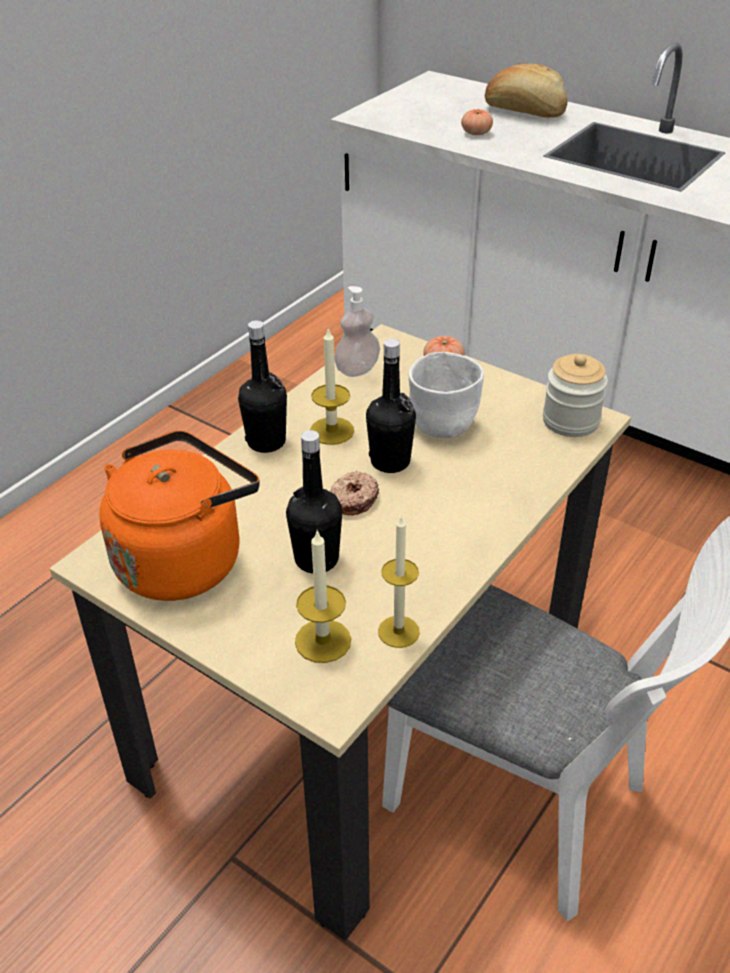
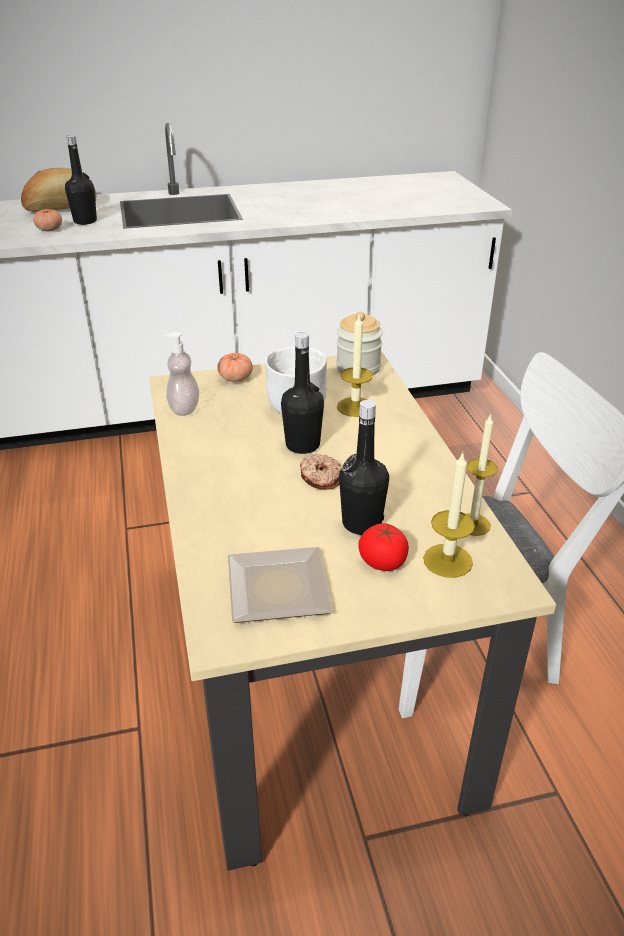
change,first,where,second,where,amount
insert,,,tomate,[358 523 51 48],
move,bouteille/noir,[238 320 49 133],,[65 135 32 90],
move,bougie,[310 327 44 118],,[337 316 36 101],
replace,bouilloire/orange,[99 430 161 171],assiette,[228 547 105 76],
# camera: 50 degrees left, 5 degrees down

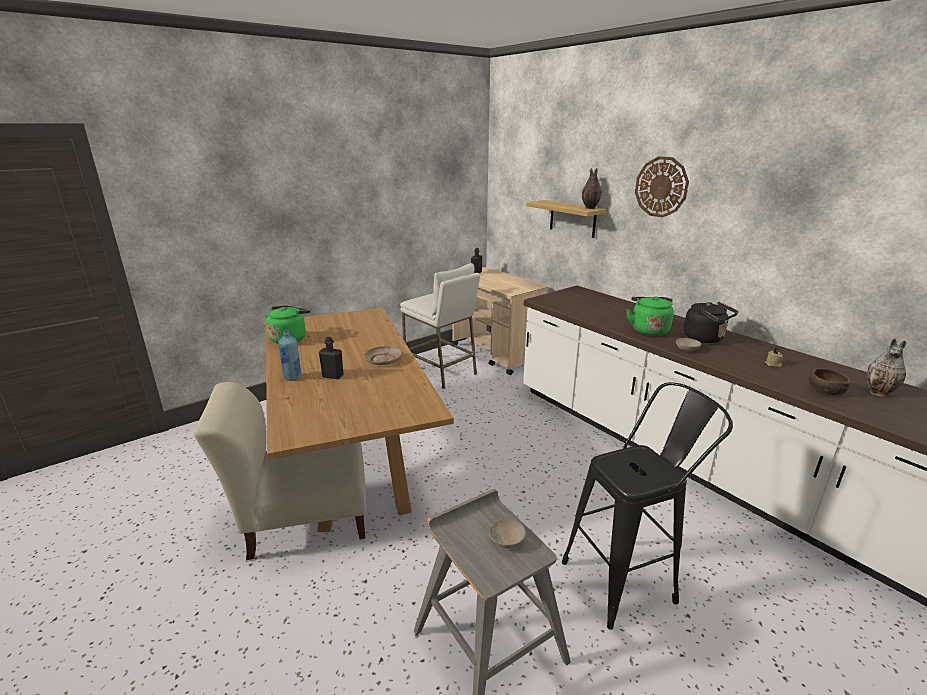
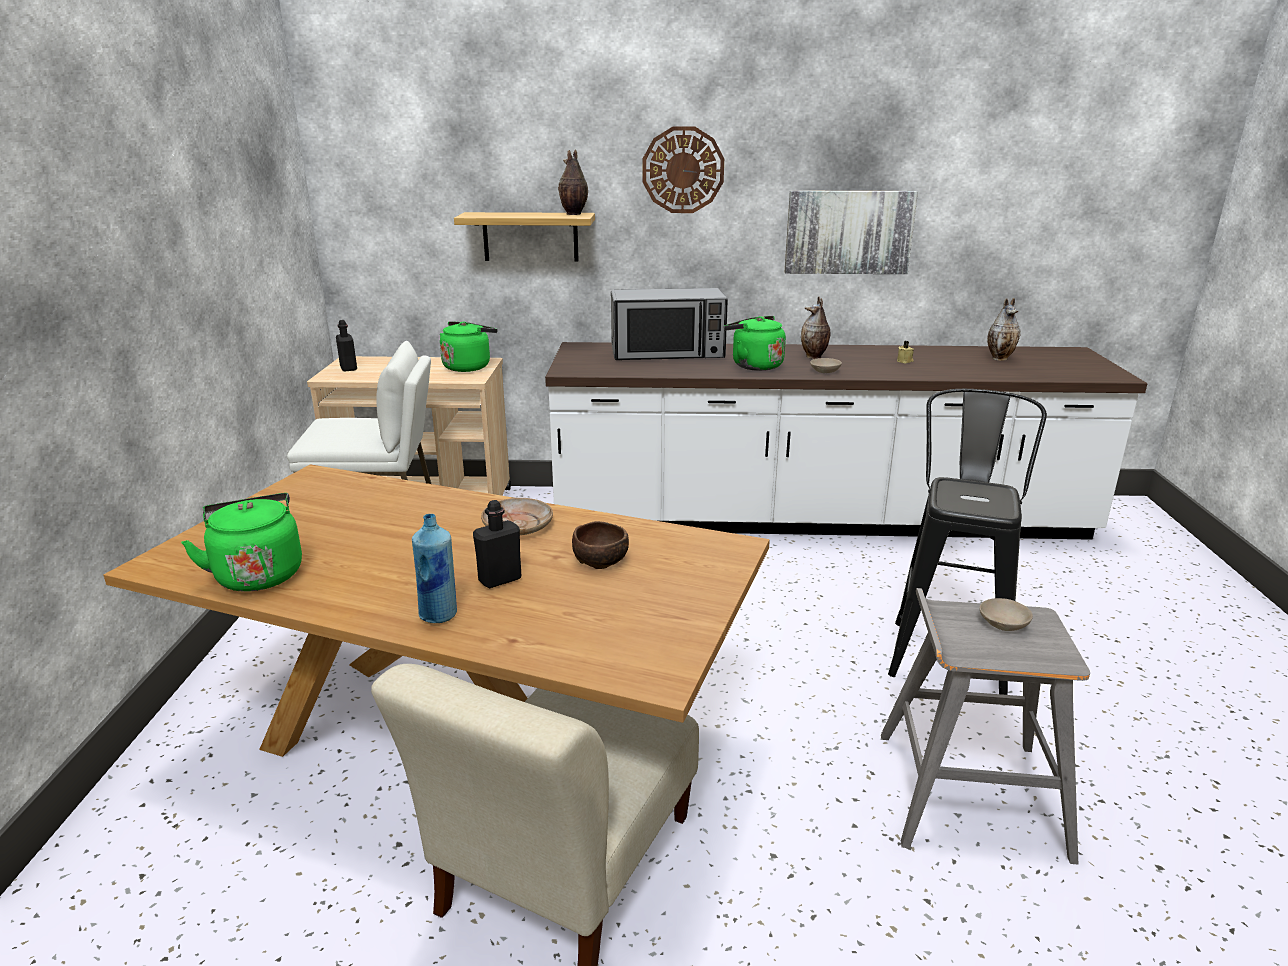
change,first,where,second,where,amount
insert,,,bouilloire/vert,[440 321 57 51],
insert,,,micro-ondes,[611 288 117 72],
insert,,,tableau,[785 191 133 83],
move,bol/marron,[809 368 41 28],,[572 521 57 48],
replace,bouilloire/noir,[684 302 54 41],vase,[801 296 29 63],
# camera: 50 degrees left, 0 degrees up

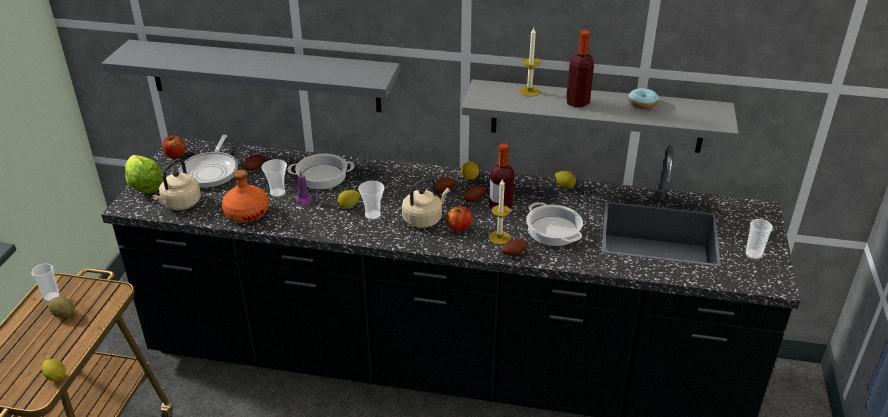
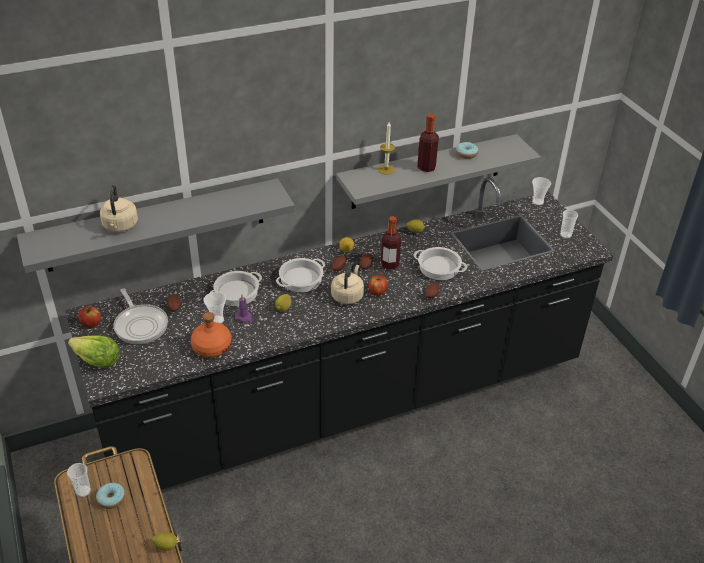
change,first,where,second,where,amount
delete,bougie,[489 178 22 66],,,
insert,,,marmite,[276 258 49 34],
move,bouilloire/beige,[152 159 49 51],,[100 185 38 47],
move,tasse,[358 181 27 39],,[532 177 19 28],
replace,pomme de terre,[48 297 27 21],beignet,[96 483 29 26],
# camera: 35 degrees left, 5 degrees up

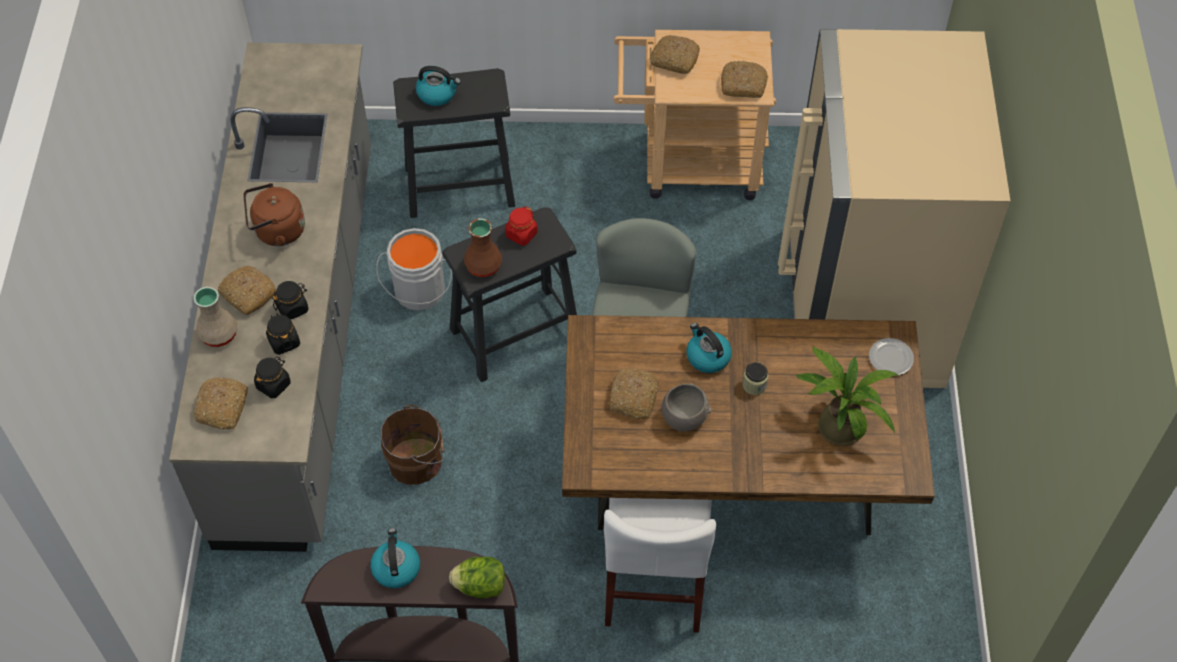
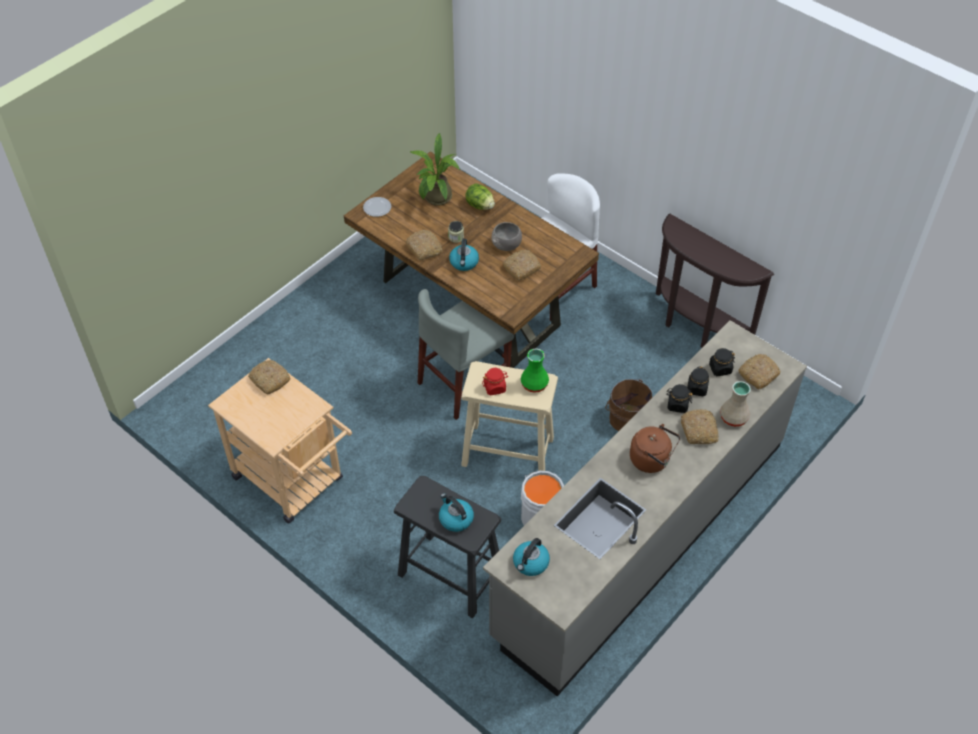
change,first,where,second,where,amount
delete,réfrigérateur/beige,[778 29 232 359],,,
move,bouilloire,[370 528 50 60],,[513 538 37 38],
move,laitue,[449 557 56 42],,[465 184 30 26],
move,pain,[650 35 50 39],,[406 230 37 30],
recolor,tabouret/noir,[442 207 135 175],tabouret/beige,[461 361 97 110],
recolor,vase/marron,[464 218 38 59],vase/vert,[521 348 28 45],
# camera: 140 degrees left, 5 degrees down

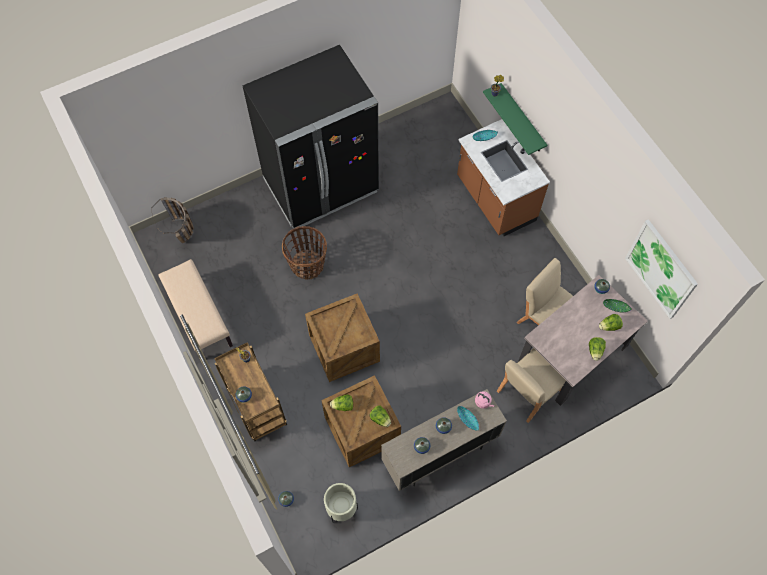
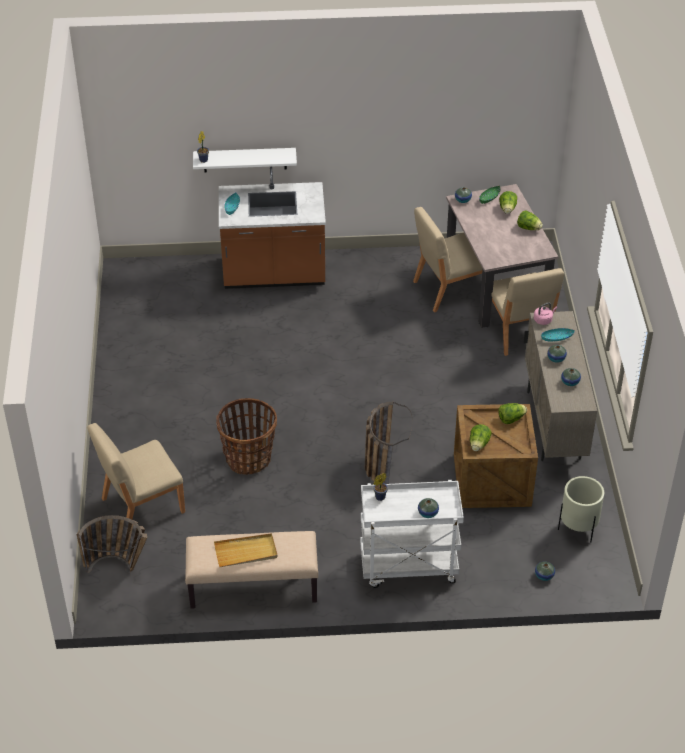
change,first,where,second,where,amount
delete,réfrigérateur/noir,[243 45 136 184],,,
delete,tableau,[625 219 73 100],,,
insert,,,chaise/beige,[87 423 98 97],
insert,,,plateau/beige,[214 533 64 34],
replace,caisse,[305 293 75 89],panier,[365 402 47 82],
recolor,chariot/marron,[214 342 73 100],chariot/blanc,[360 480 104 108],
recolor,étagère/vert,[483 83 64 72],étagère/blanc,[193 148 104 24],
# camera: 65 degrees left, 20 degrees down

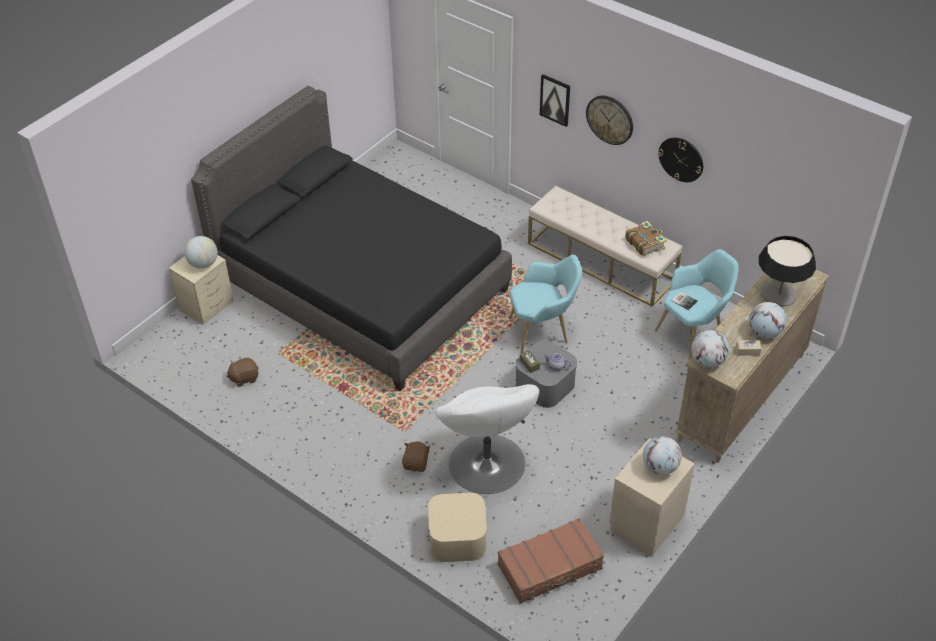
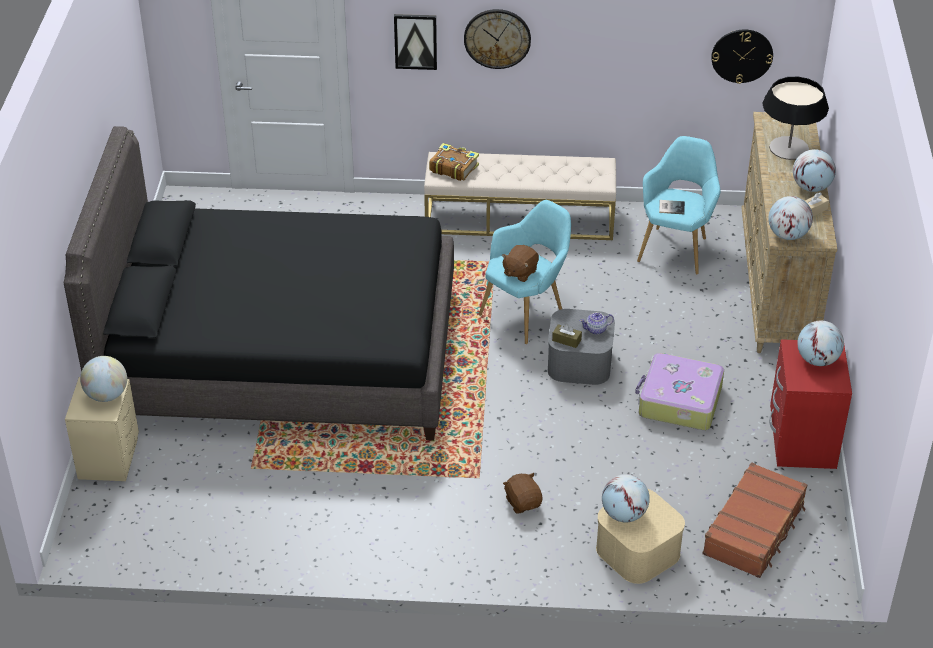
change,first,where,second,where,amount
delete,fauteuil/blanc,[435 384 104 110],,,
insert,,,globe,[602 474 48 48],
insert,,,valise,[635 353 89 77],
move,peluche/marron,[226 357 32 30],,[502 245 37 37],
move,livre,[625 221 42 35],,[429 143 50 38],
move,horloge murale,[658 137 45 45],,[711 30 62 54],
recolor,table de chevet/beige,[609 438 86 118],table de chevet/rouge,[769 339 83 130],
# camera: 35 degrees left, 5 degrees down

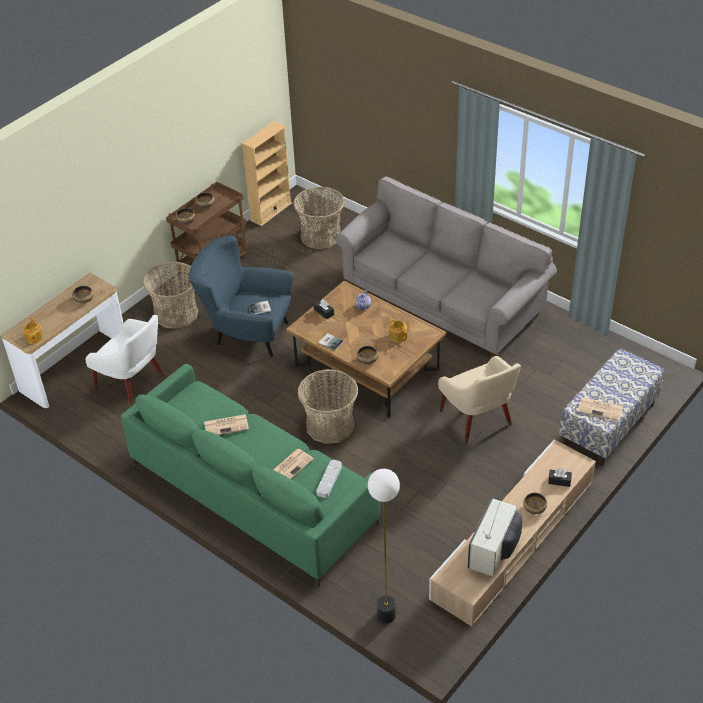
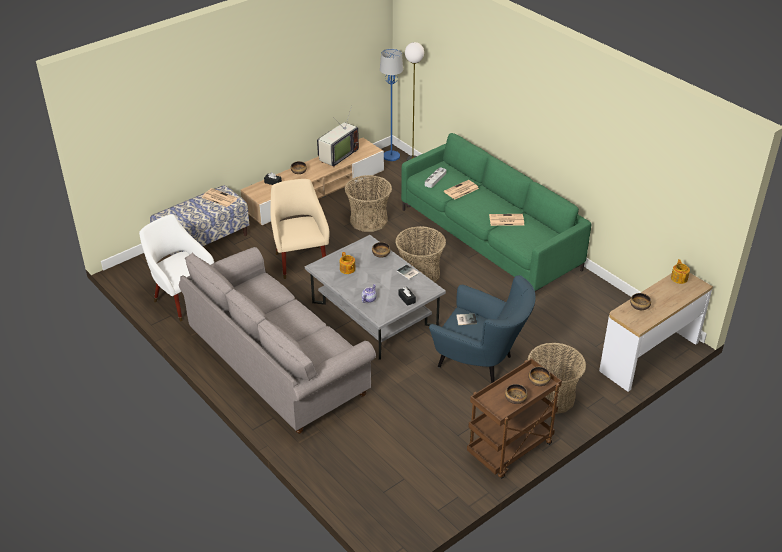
change,first,where,second,where,amount
delete,bibliothèque/beige,[241 121 51 105],,,
insert,,,lampadaire/bleu,[380 49 23 112],
move,fauteuil/blanc,[86 315 79 92],,[139 214 75 108],
move,panier,[293 187 52 62],,[345 175 47 57],
recolor,table basse/marron,[286 281 160 137],table basse/gris,[305 235 141 125],
# camera: 170 degrees left, 5 degrees down

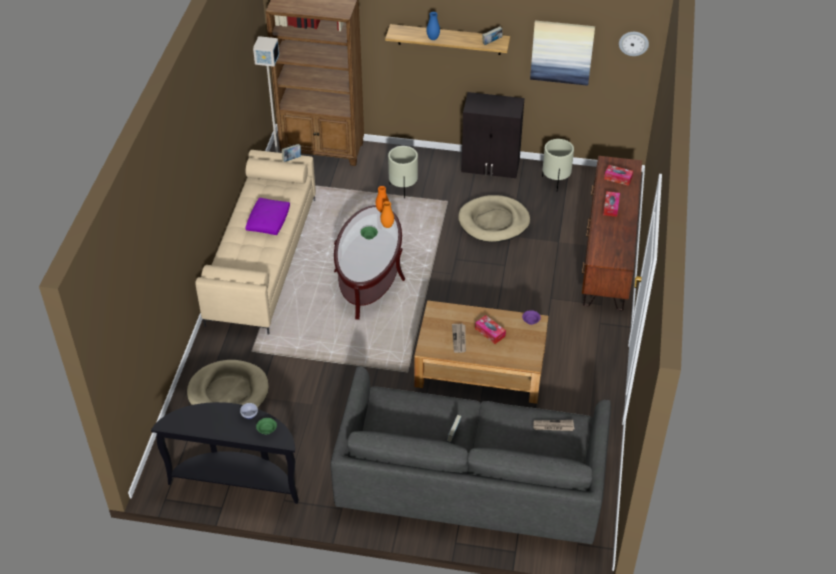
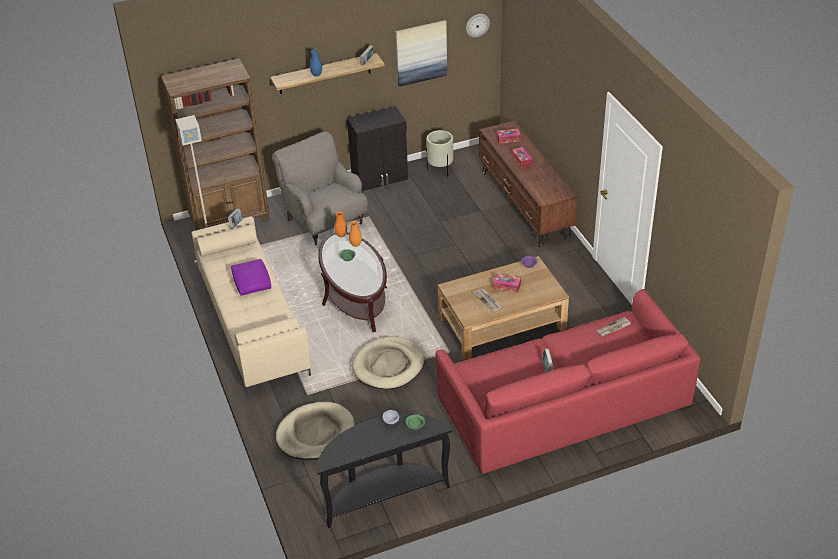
change,first,where,second,where,amount
move,panier pour chien/beige,[458 195 72 47],,[352 336 73 53],
replace,cache-pot/beige,[388 146 30 52],fauteuil/gris,[272 131 96 114],
recolor,canapé/gris,[330 366 281 178],canapé/rouge,[436 289 265 185],
# camera: 30 degrees left, 5 degrees down

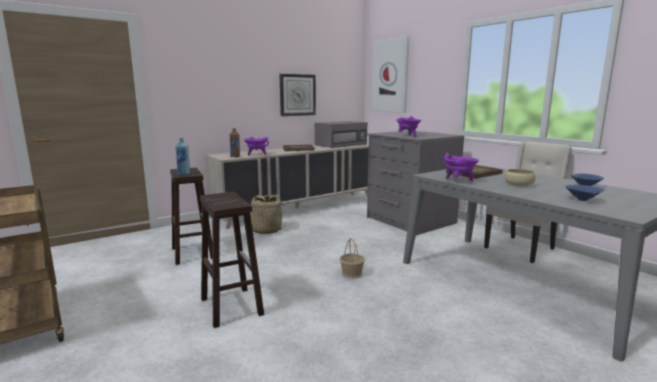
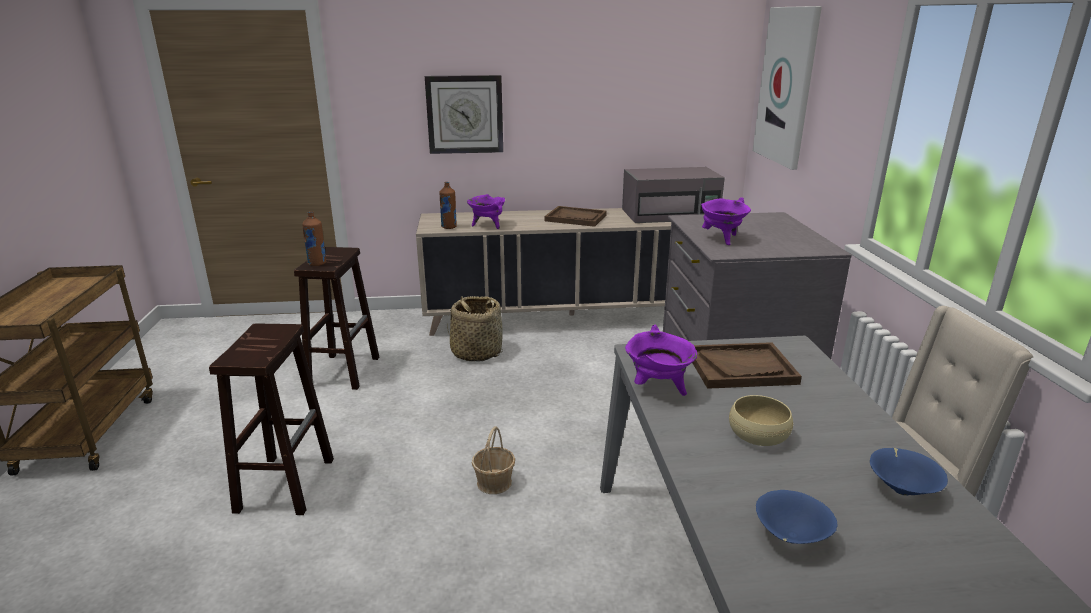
change,first,where,second,where,amount
move,horloge murale,[280 74 36 42],,[425 75 78 79],
recolor,bouteille/bleu,[175 138 15 37],bouteille/marron,[302 211 24 55],
# camera: 30 degrees right, 10 degrees up

